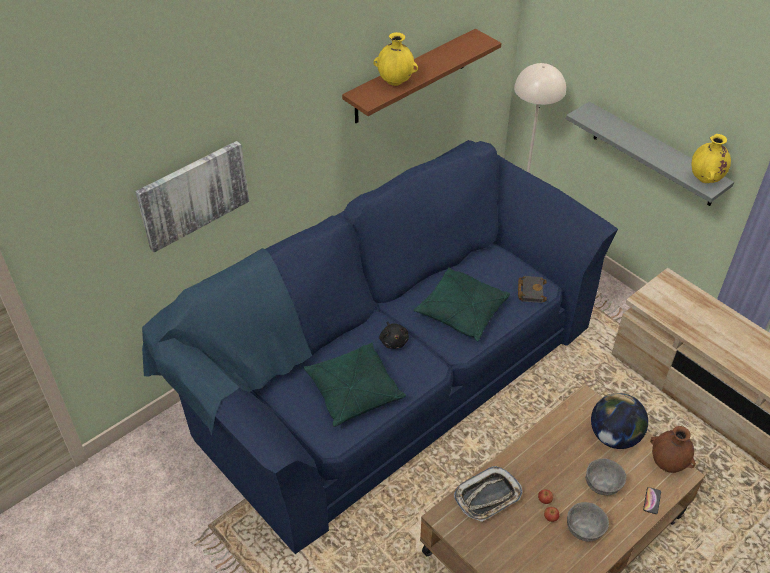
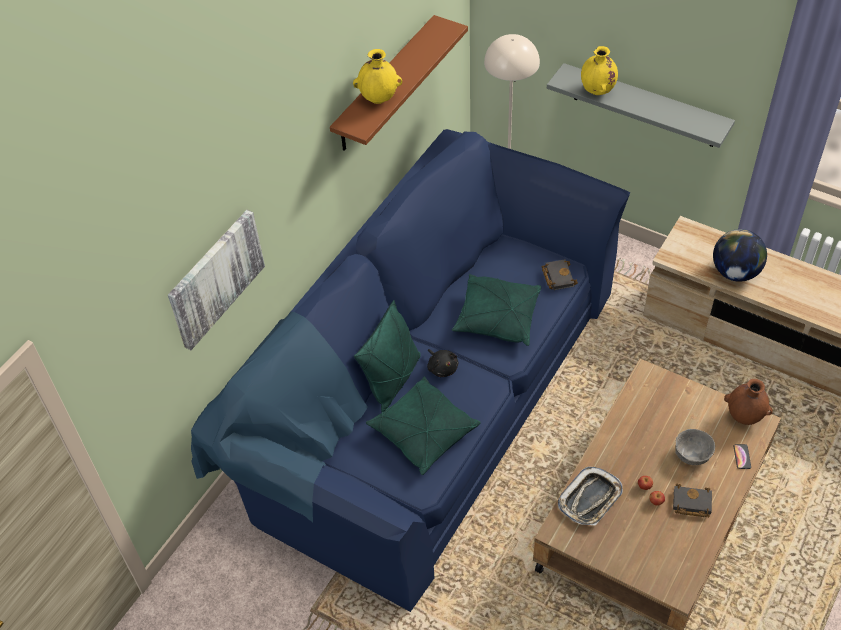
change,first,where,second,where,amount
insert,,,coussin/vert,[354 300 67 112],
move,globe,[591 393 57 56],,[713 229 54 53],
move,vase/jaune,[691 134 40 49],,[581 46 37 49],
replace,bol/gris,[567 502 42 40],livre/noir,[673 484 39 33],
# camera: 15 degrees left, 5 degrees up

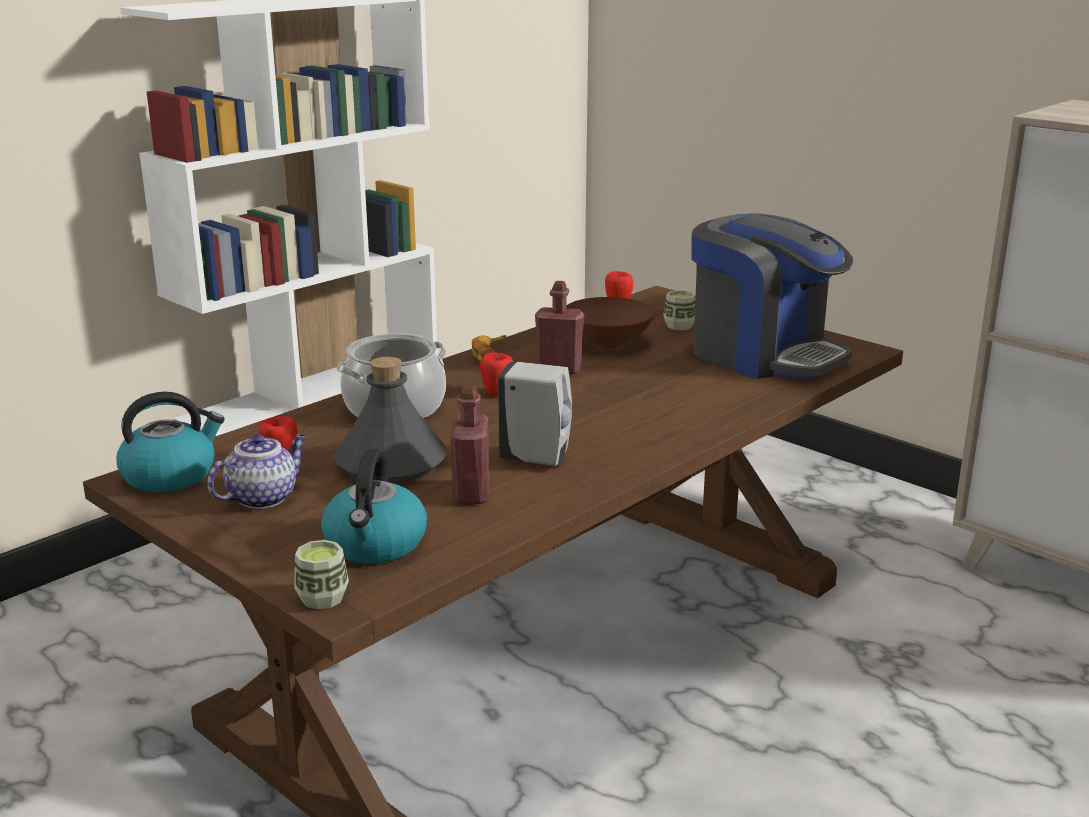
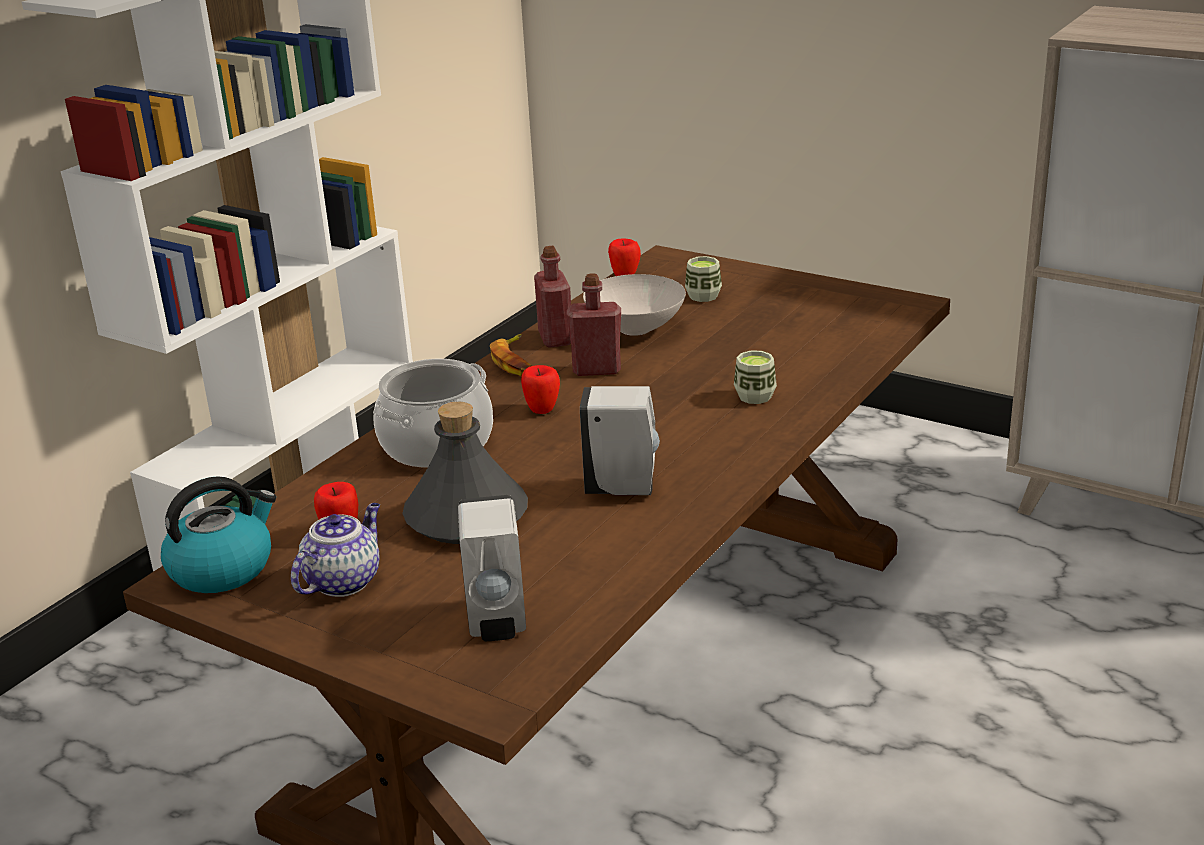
change,first,where,second,where,amount
delete,machine à café,[691 213 162 166],,,
move,tasse,[294 540 55 69],,[734 350 43 54],
move,bouteille/rouge,[451 385 38 119],,[534 246 37 102],
replace,bouilloire,[321 449 106 115],distributeur de savon/blanc,[458 495 68 146],
recolor,bol/marron,[567 297 88 51],bol/blanc,[583 274 103 62],
# camera: 10 degrees left, 5 degrees up

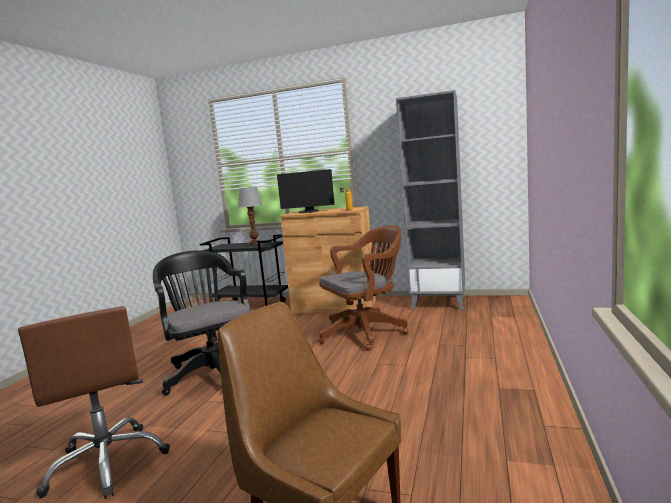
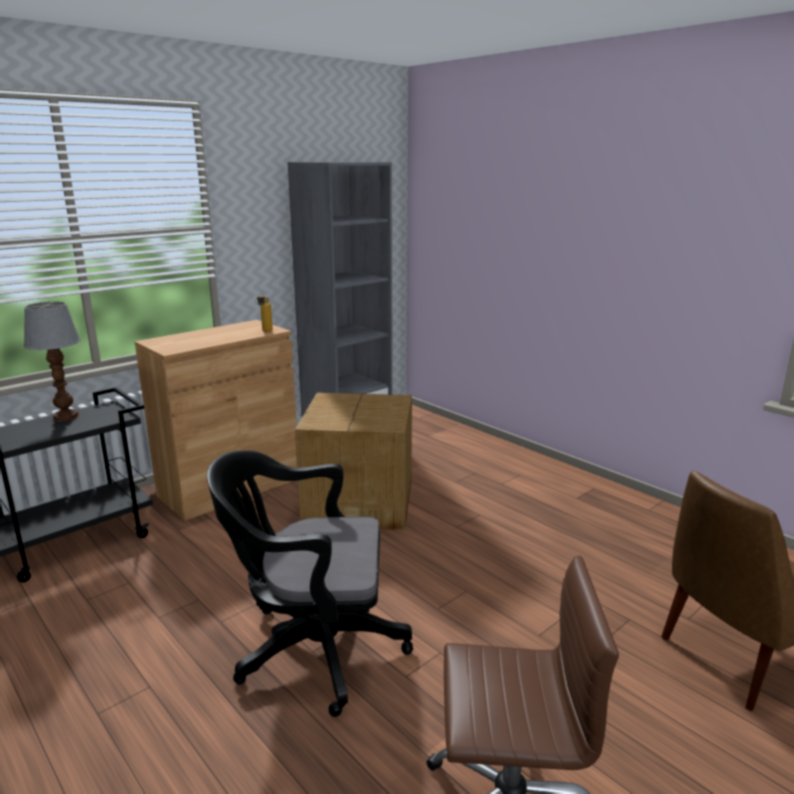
change,first,where,second,where,amount
delete,écran d'ordinateur,[277 169 58 44],,,
replace,chaise de bureau/marron,[319 225 89 126],carton,[295 392 117 138],
# camera: 60 degrees left, 10 degrees up

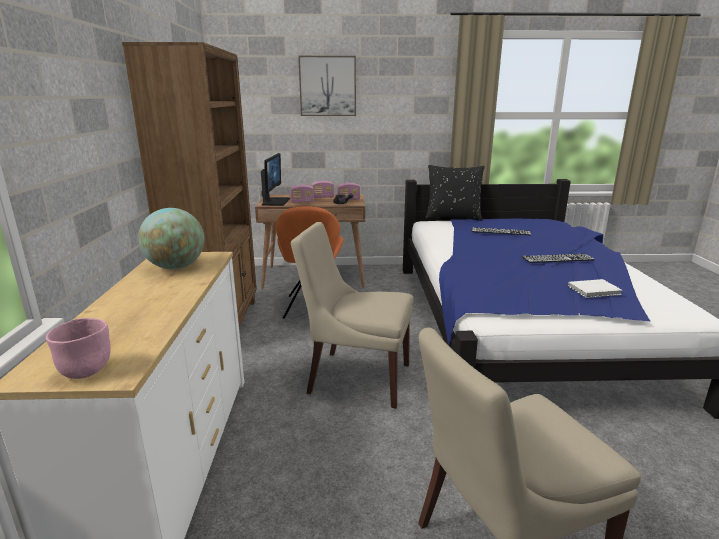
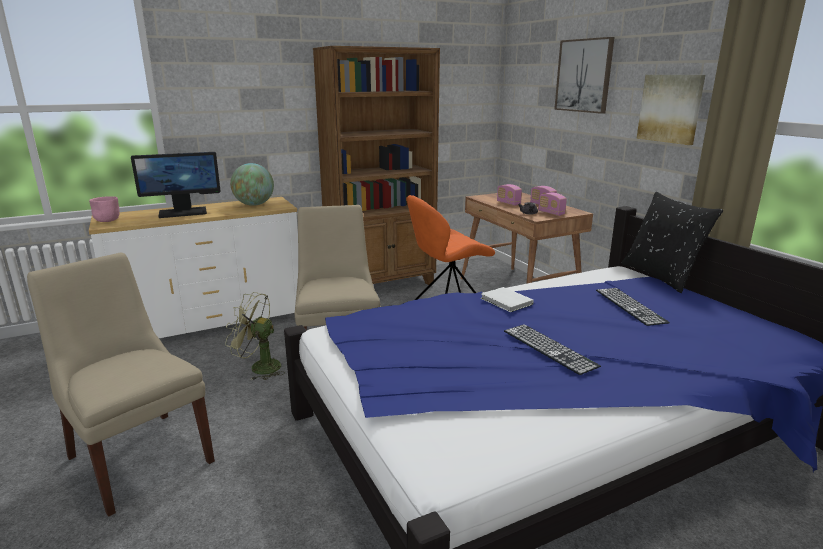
change,first,where,second,where,amount
insert,,,ventilateur/vert,[225 292 60 88],
insert,,,tableau,[636 75 69 70],
move,écran d'ordinateur,[261 153 29 53],,[131 152 90 66],
move,livre/blanc,[568 279 55 19],,[481 287 53 25],
# camera: 65 degrees right, 0 degrees up

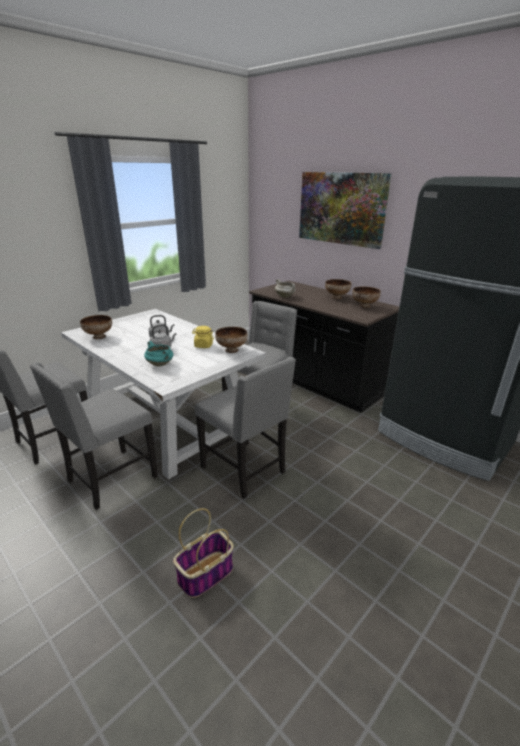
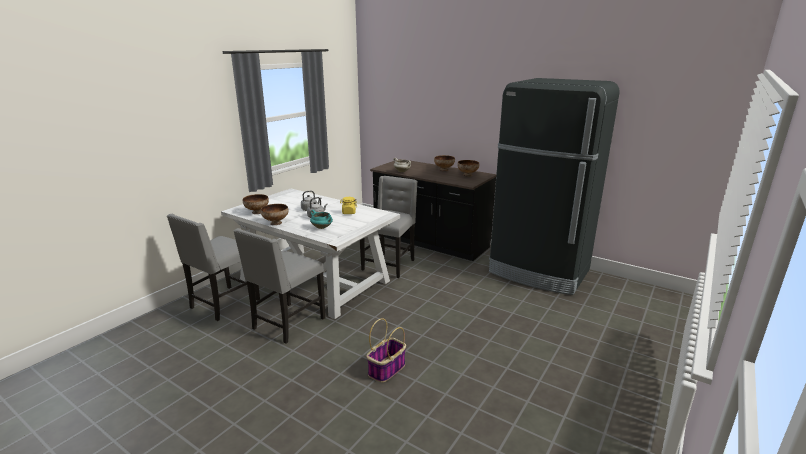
change,first,where,second,where,amount
delete,chaise/gris,[195 357 101 142],,,
delete,tableau,[299 172 92 77],,,
move,bol,[215 327 33 26],,[261 204 28 21],
# camera: 10 degrees left, 5 degrees down

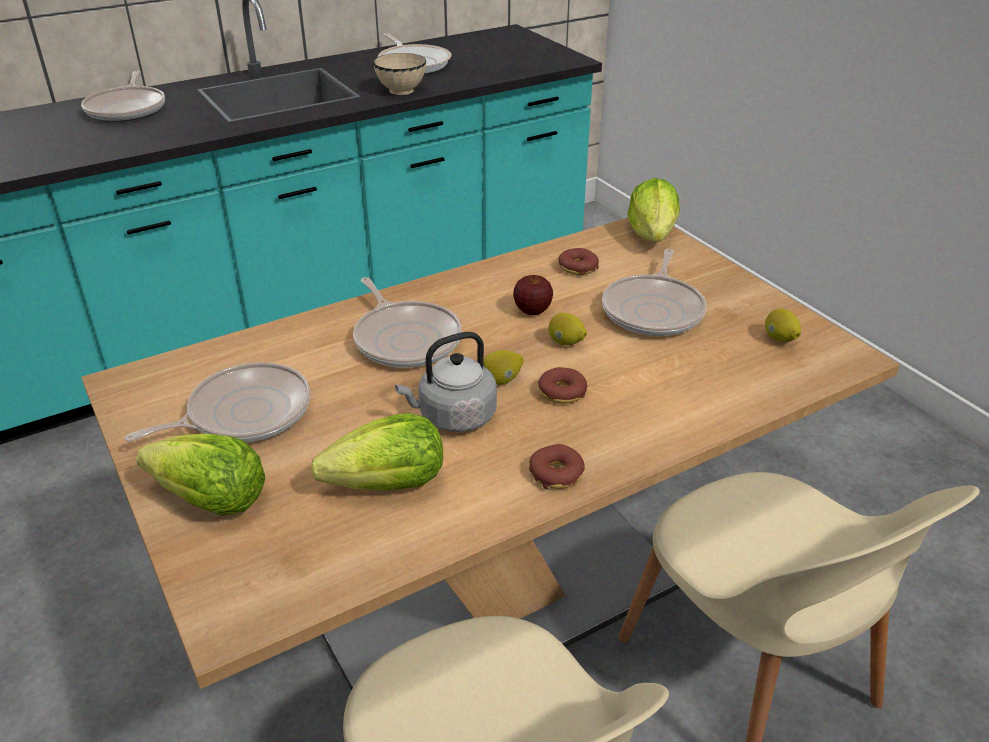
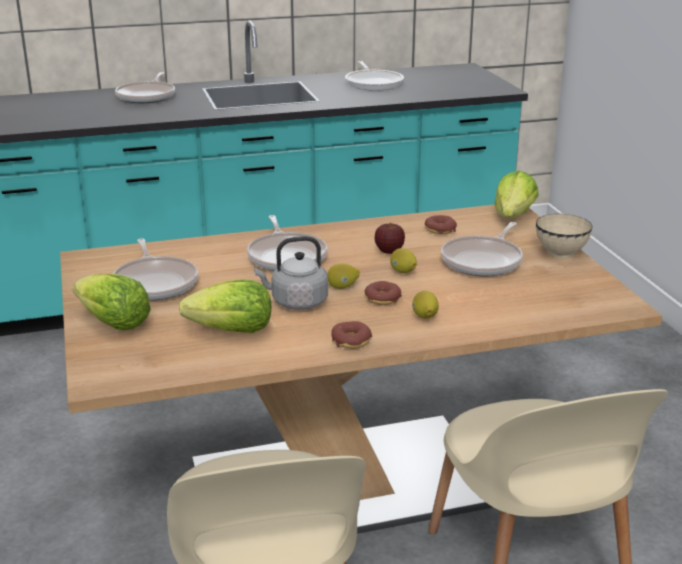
change,first,where,second,where,amount
move,bol/beige,[373 53 53 42],,[536 214 57 45],
move,citron,[765 309 36 33],,[412 291 27 28],
rotate,poêle,[125 362 185 80],,[113 238 85 63],90 degrees clockwise
# camera: 15 degrees right, 10 degrees down

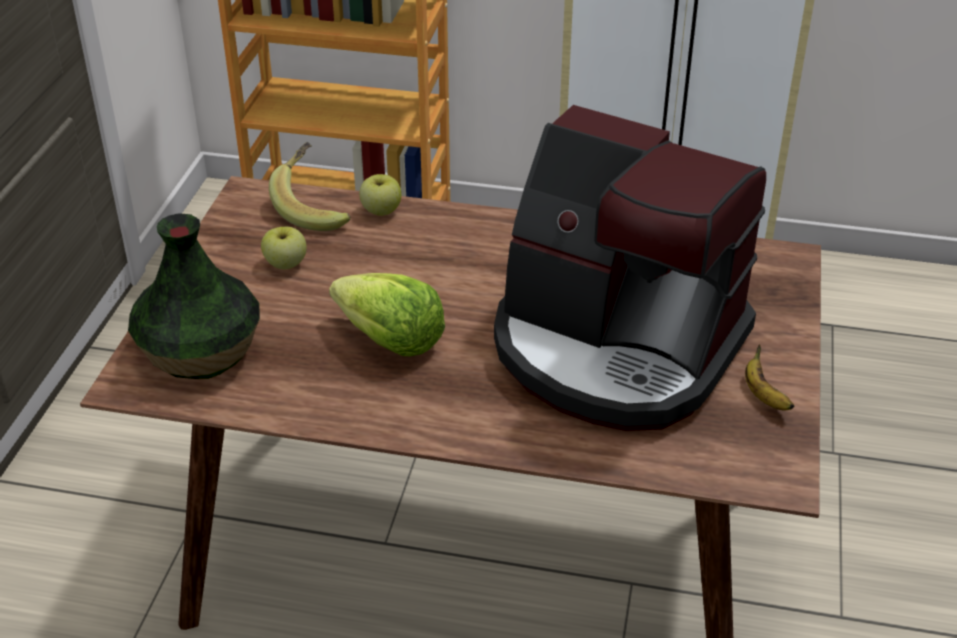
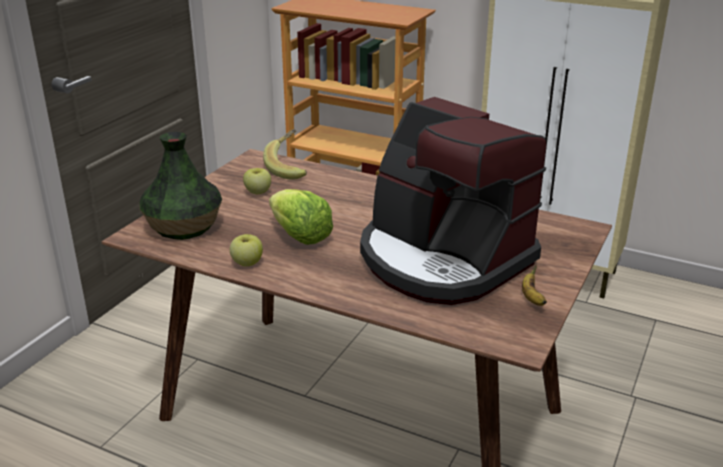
change,first,where,second,where,amount
move,pomme,[359 174 42 42],,[230 234 33 32],
# camera: 15 degrees right, 10 degrees down

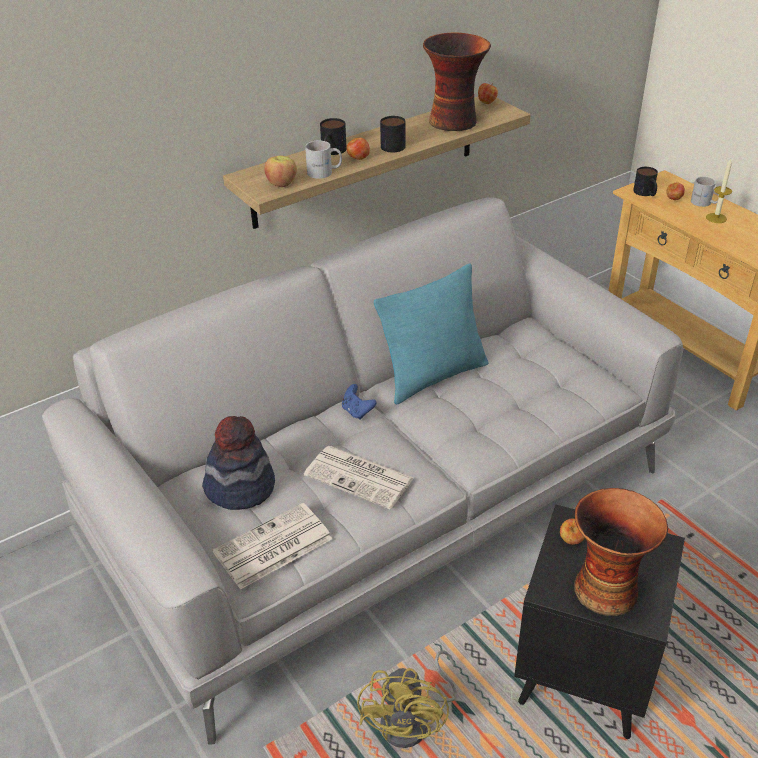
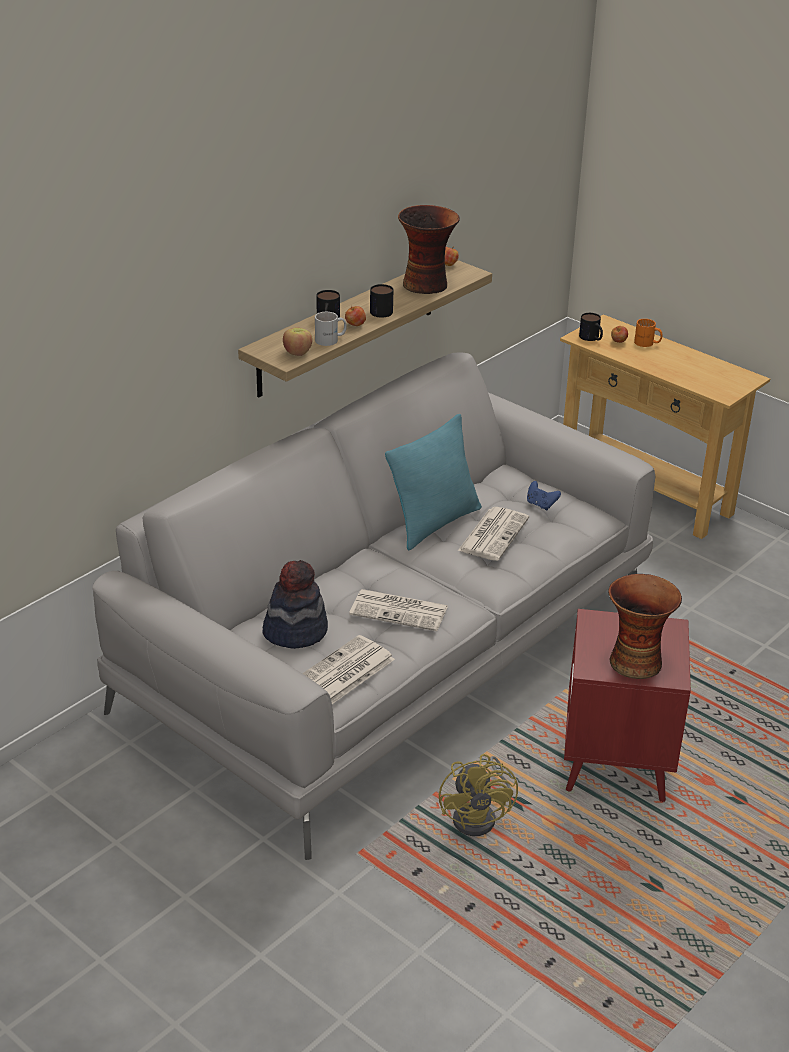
change,first,where,second,where,amount
delete,pomme,[560 519 25 25],,,
delete,bougie,[706 159 26 64],,,
insert,,,journal,[458 507 71 54],
move,manette/bleu,[342 384 35 36],,[527 481 34 29],
recolor,table d'appoint/noir,[514 505 171 234],table d'appoint/rouge,[564 609 127 193],
recolor,mug/blanc,[691 177 27 30],mug/orange,[634 319 28 28],
# camera: 15 degrees left, 5 degrees down

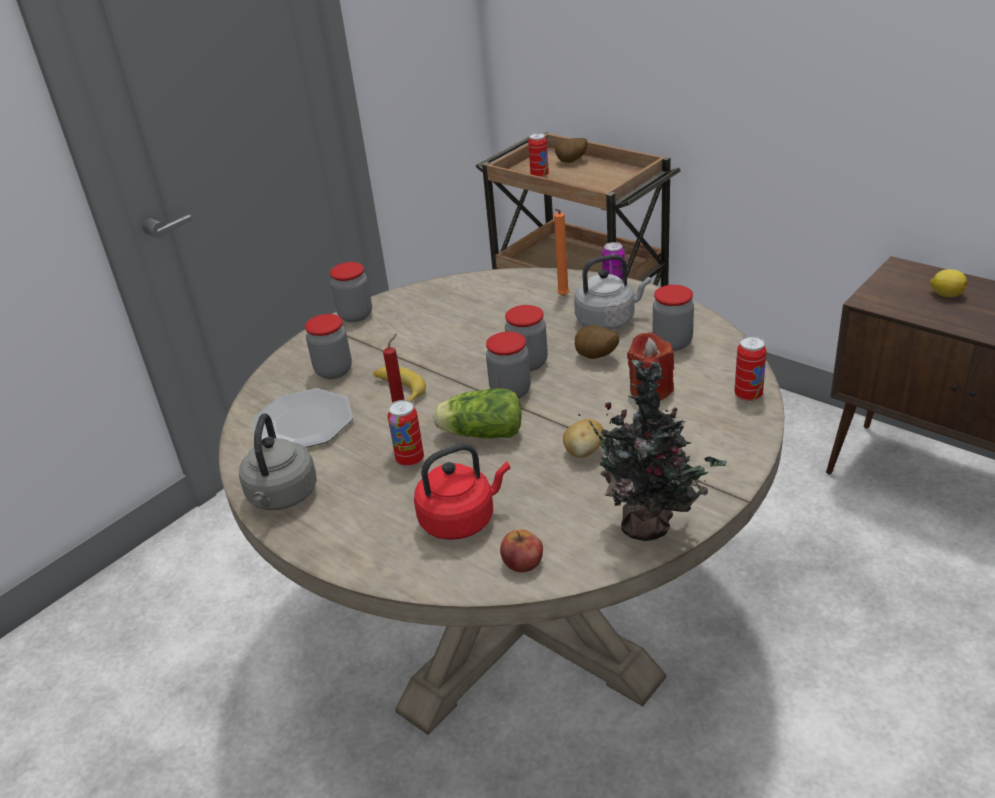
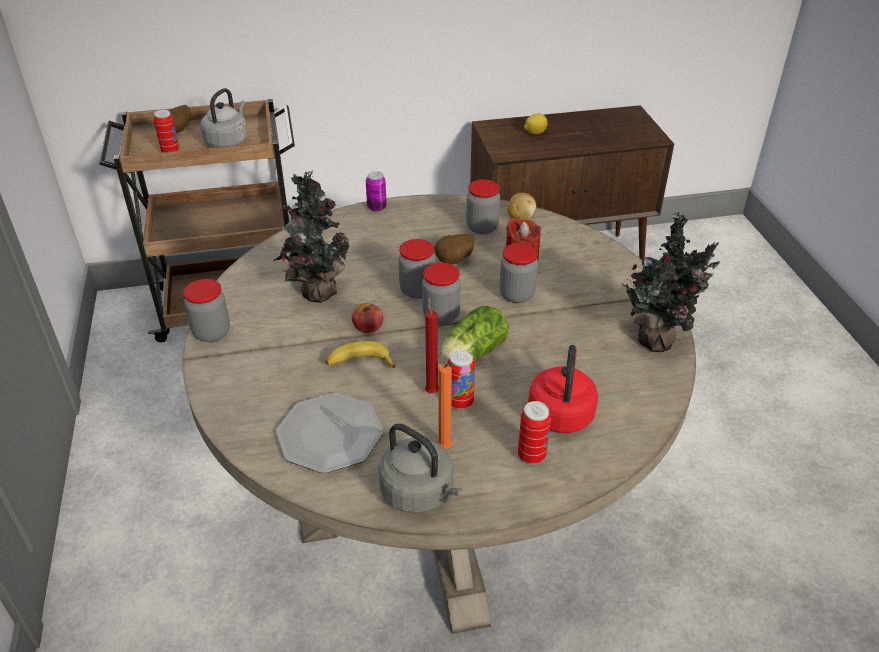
change,first,where,second,where,amount
insert,,,plante en pot,[273 171 77 132],
move,bocal,[305 314 47 65],,[499 243 39 60],
move,pomme,[500 529 43 43],,[352 303 31 30],
move,bougie/orange,[554 209 15 87],,[437 364 15 85],
move,pomme de terre,[563 419 41 39],,[508 193 28 28],
move,bouilloire/gris,[574 254 77 76],,[200 88 48 59],
move,boîte métallique,[734 336 33 66],,[518 401 33 63],
# camera: 55 degrees left, 5 degrees up

